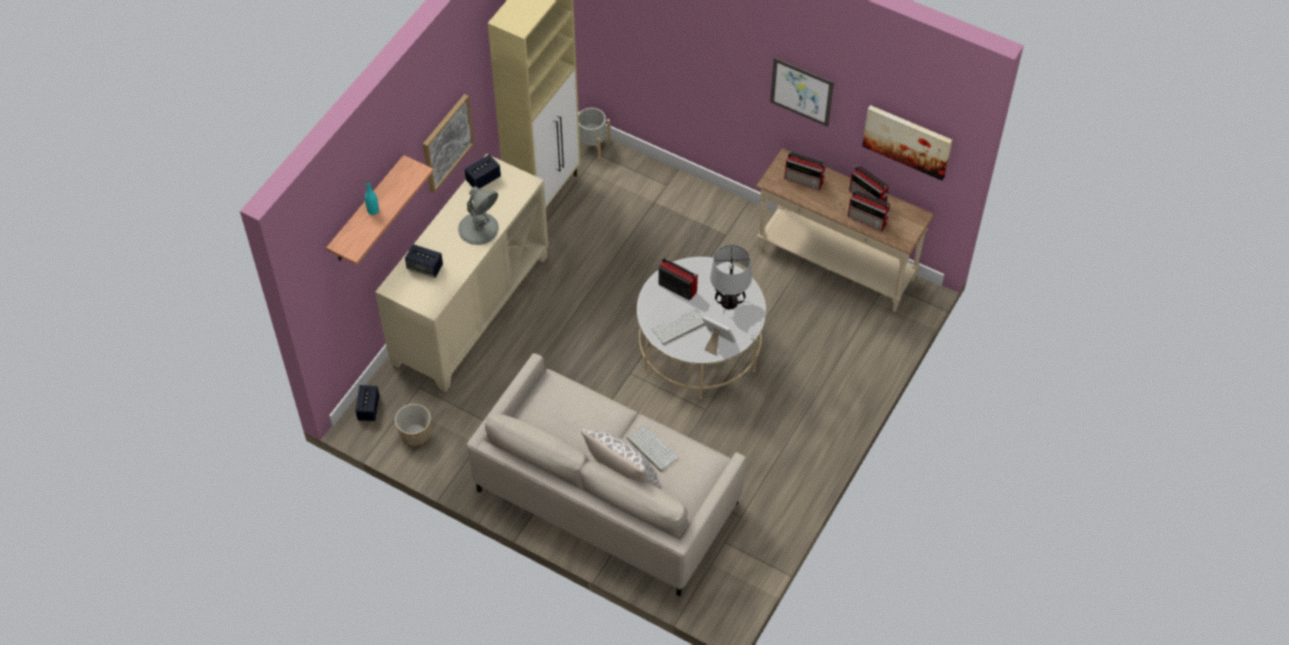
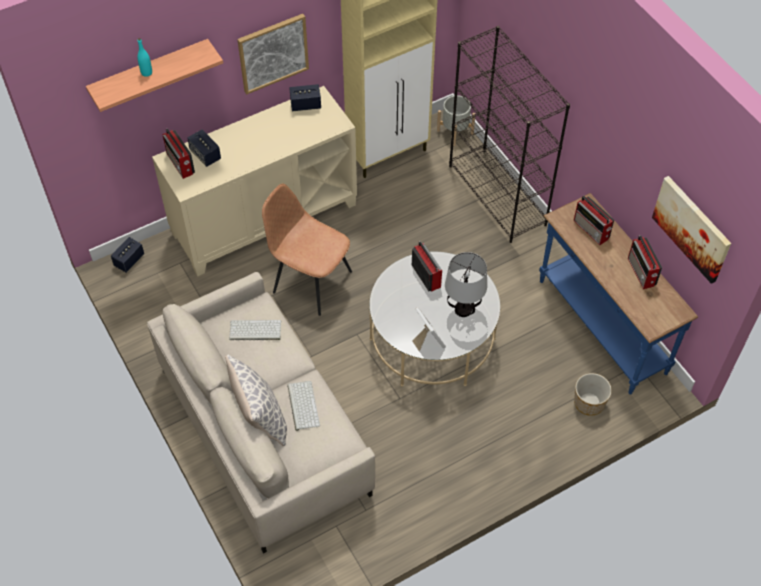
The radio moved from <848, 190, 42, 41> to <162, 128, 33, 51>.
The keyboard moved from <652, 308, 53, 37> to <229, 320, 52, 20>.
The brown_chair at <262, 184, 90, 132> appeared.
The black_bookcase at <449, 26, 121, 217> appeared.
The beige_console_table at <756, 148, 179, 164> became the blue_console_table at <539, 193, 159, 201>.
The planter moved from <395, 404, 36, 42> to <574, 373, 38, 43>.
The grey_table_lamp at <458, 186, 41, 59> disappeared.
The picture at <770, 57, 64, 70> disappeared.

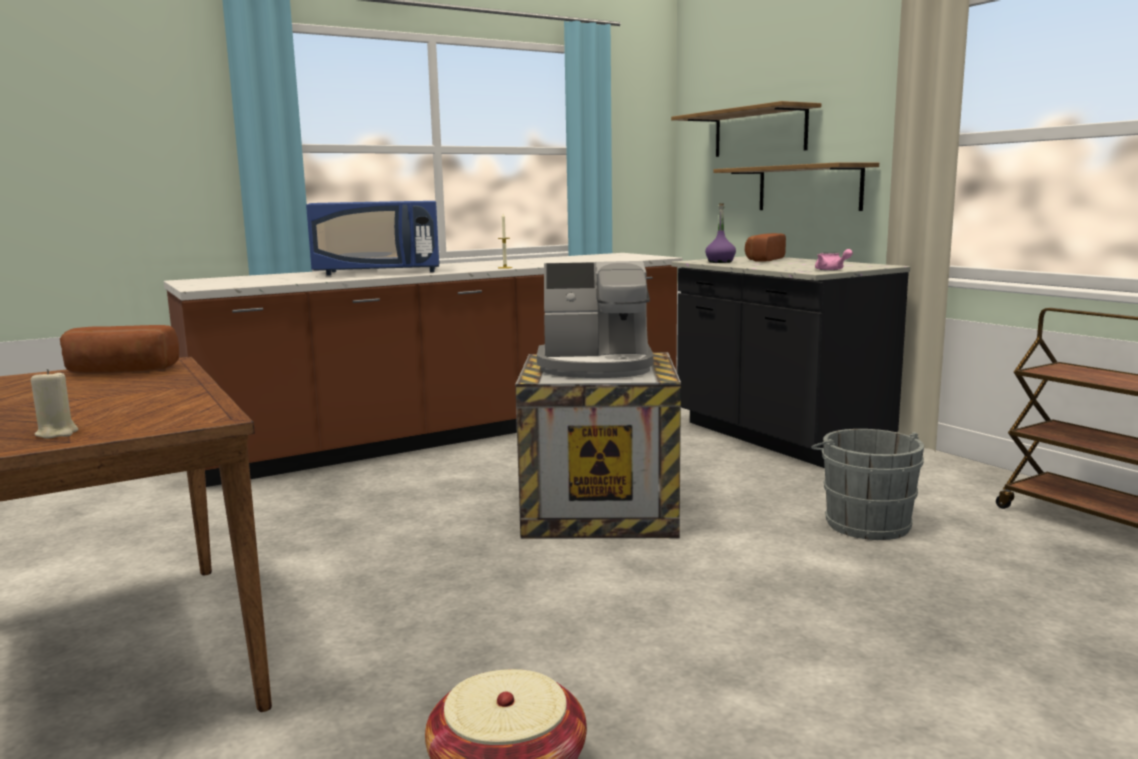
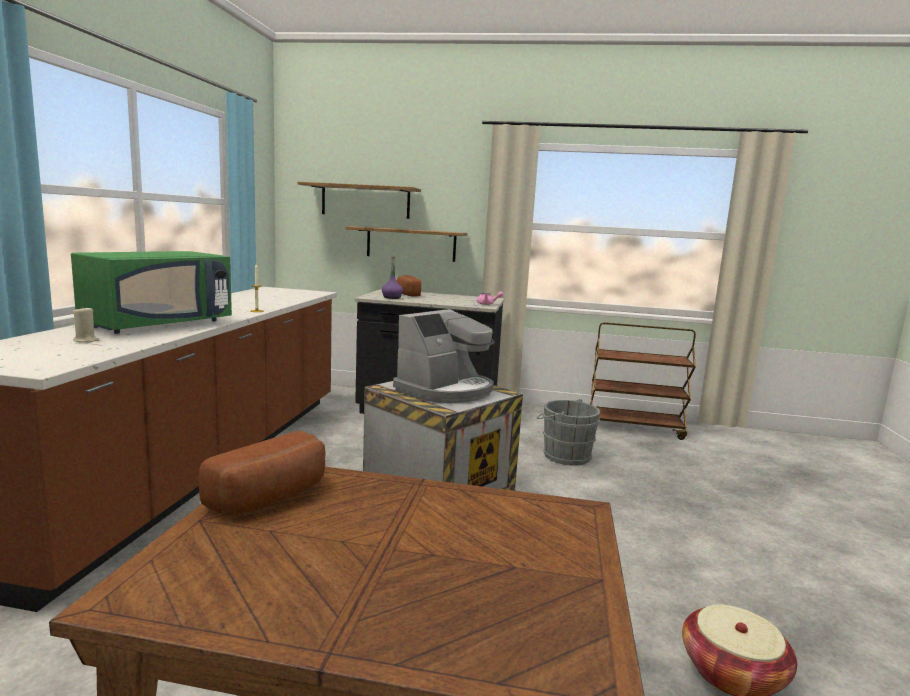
The blue_microwave at <306, 201, 133, 75> became the green_microwave at <71, 251, 161, 83>.
The beige_candle moved from <31, 369, 47, 70> to <73, 306, 26, 36>.

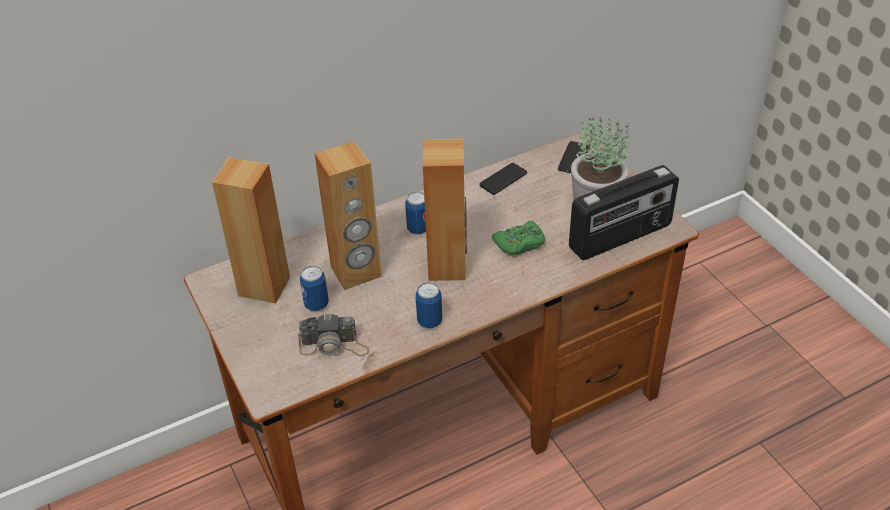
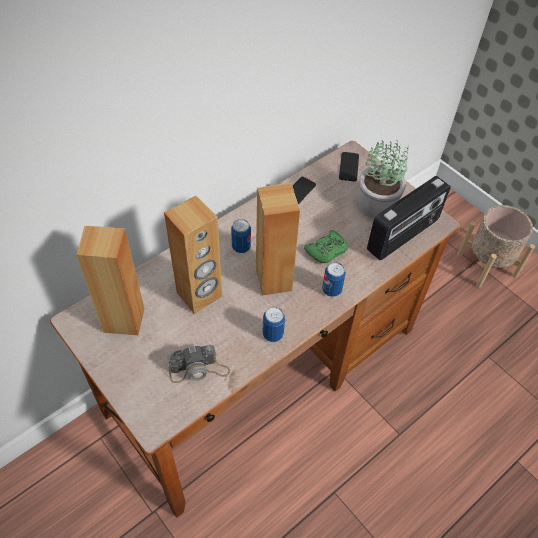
The can moved from <300, 266, 29, 45> to <322, 262, 24, 35>.
The beige_planter at <457, 205, 78, 83> appeared.

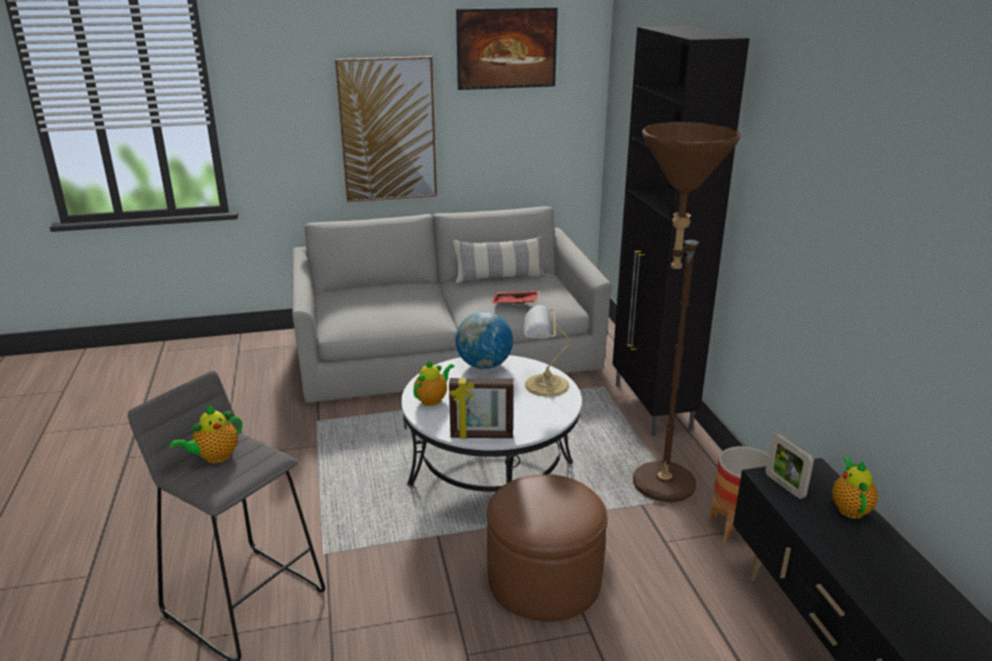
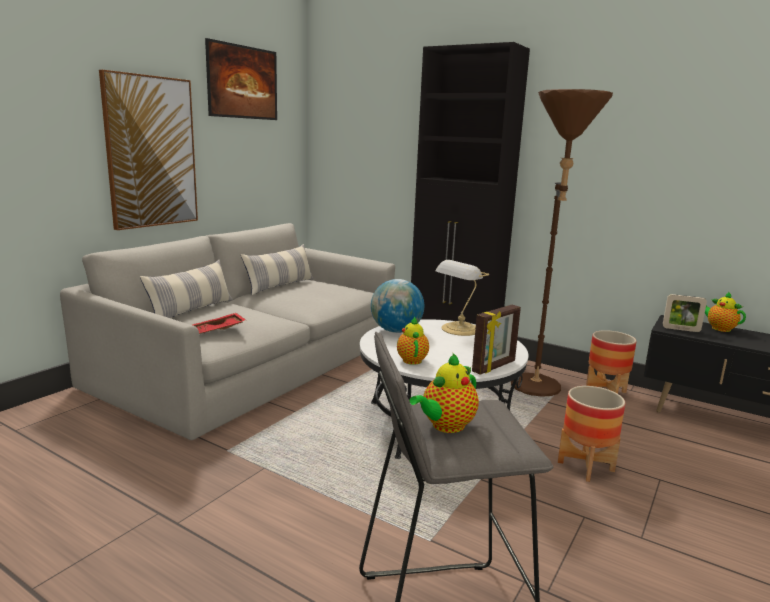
The pillow at <140, 260, 93, 58> appeared.
The red_tray moved from <491, 291, 48, 13> to <192, 313, 54, 21>.
The teapot at <169, 405, 73, 58> turned 45 degrees clockwise.
The brown_ottoman at <487, 474, 120, 148> was replaced by the planter at <558, 386, 67, 96>.

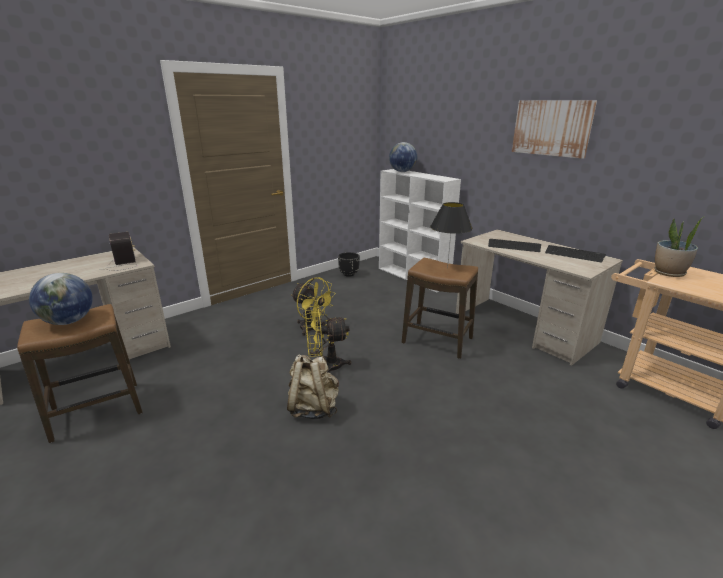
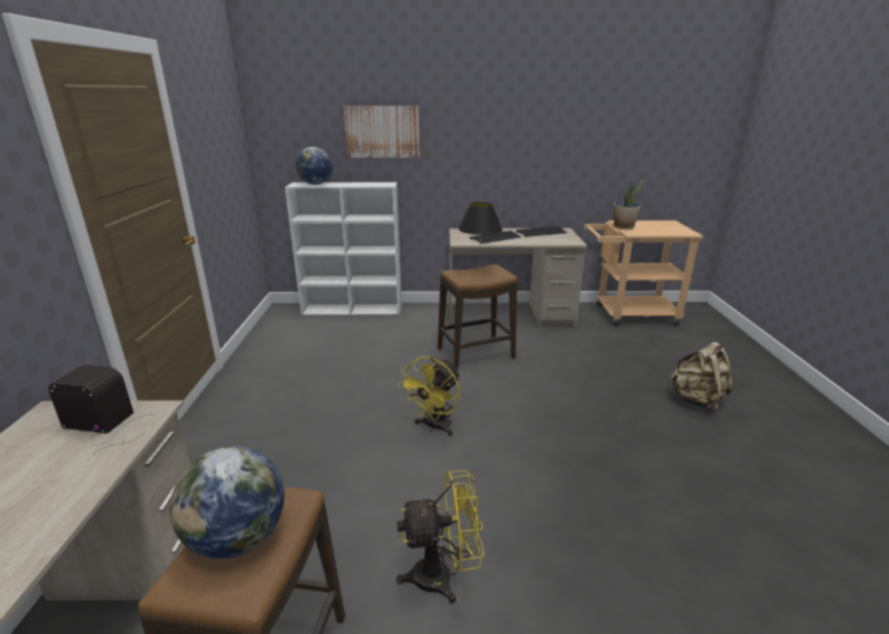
The picture moved from <512, 101, 85, 58> to <344, 106, 76, 52>.
The yellow_fan moved from <291, 277, 45, 59> to <396, 470, 88, 134>.
The beige_backpack moved from <287, 354, 52, 66> to <670, 342, 64, 70>.
The black_planter at <338, 252, 22, 25> disappeared.

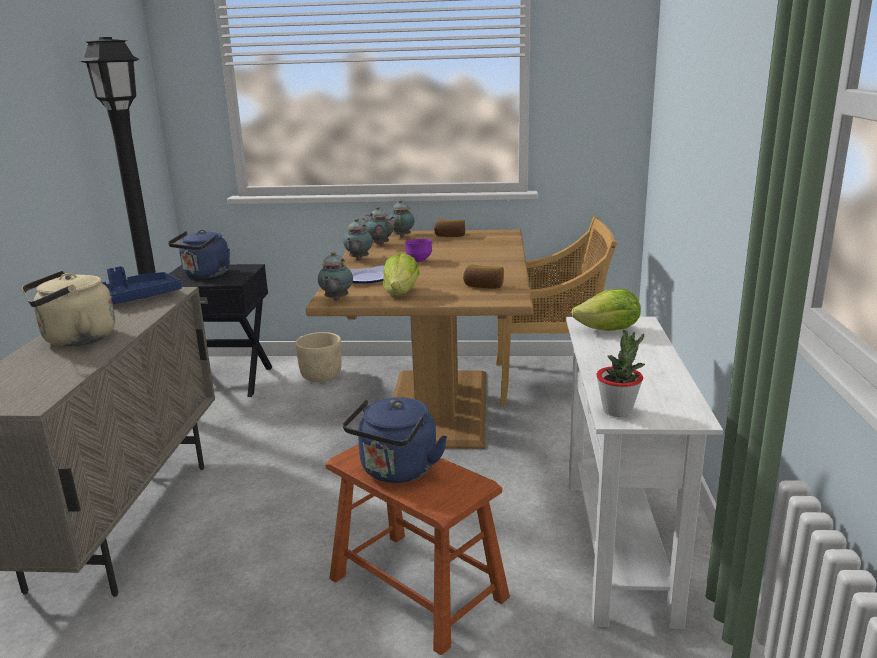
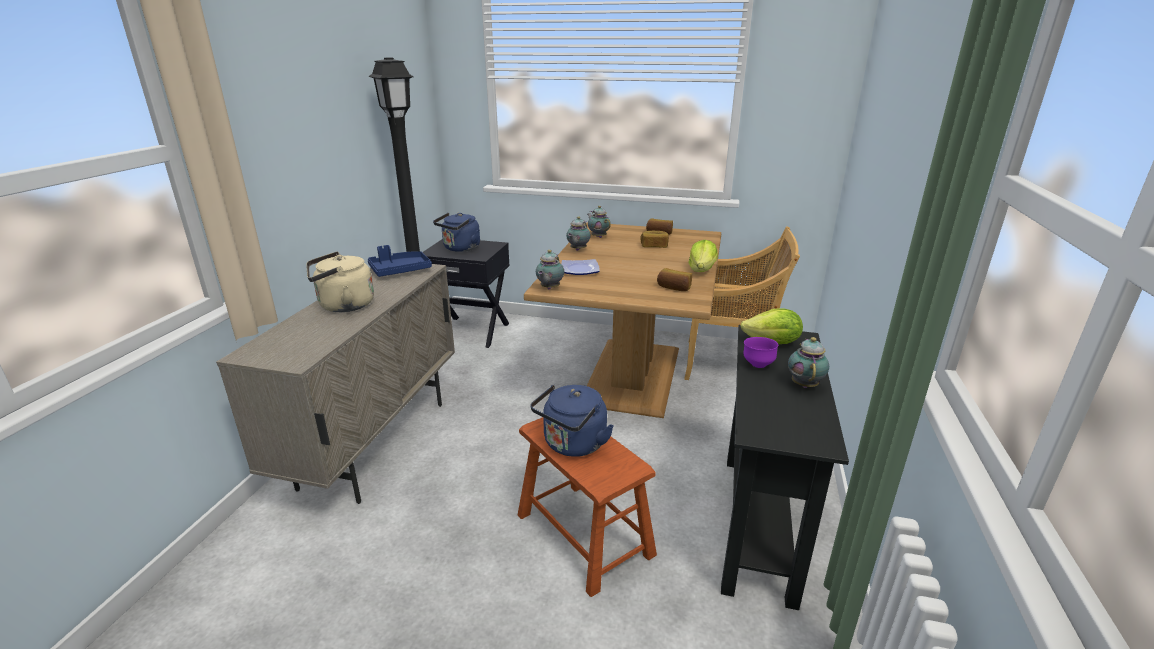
The bread at <640, 231, 29, 17> appeared.
The lettuce moved from <383, 253, 36, 42> to <688, 240, 30, 32>.
The white_console_table at <566, 316, 157, 313> became the black_console_table at <721, 325, 128, 285>.
The purple_bowl moved from <405, 239, 27, 23> to <743, 337, 36, 31>.
The teapot moved from <388, 200, 27, 38> to <788, 337, 41, 51>.
The beige_planter at <295, 332, 47, 50> disappeared.
The potted_plant at <596, 330, 49, 87> disappeared.

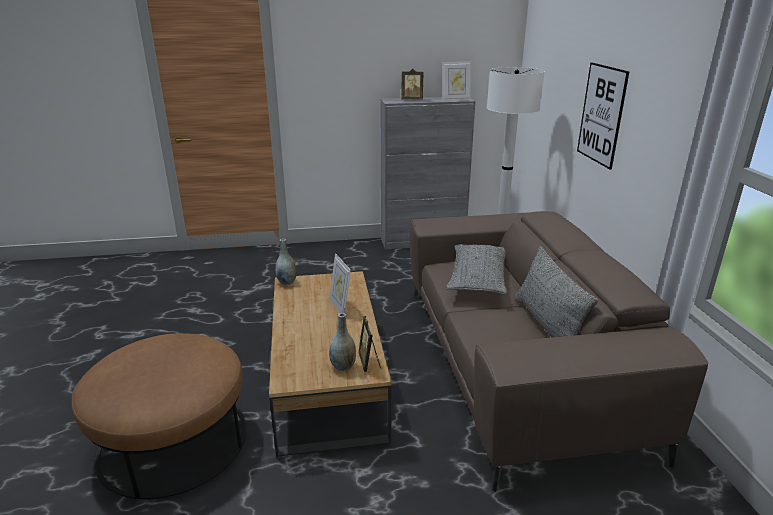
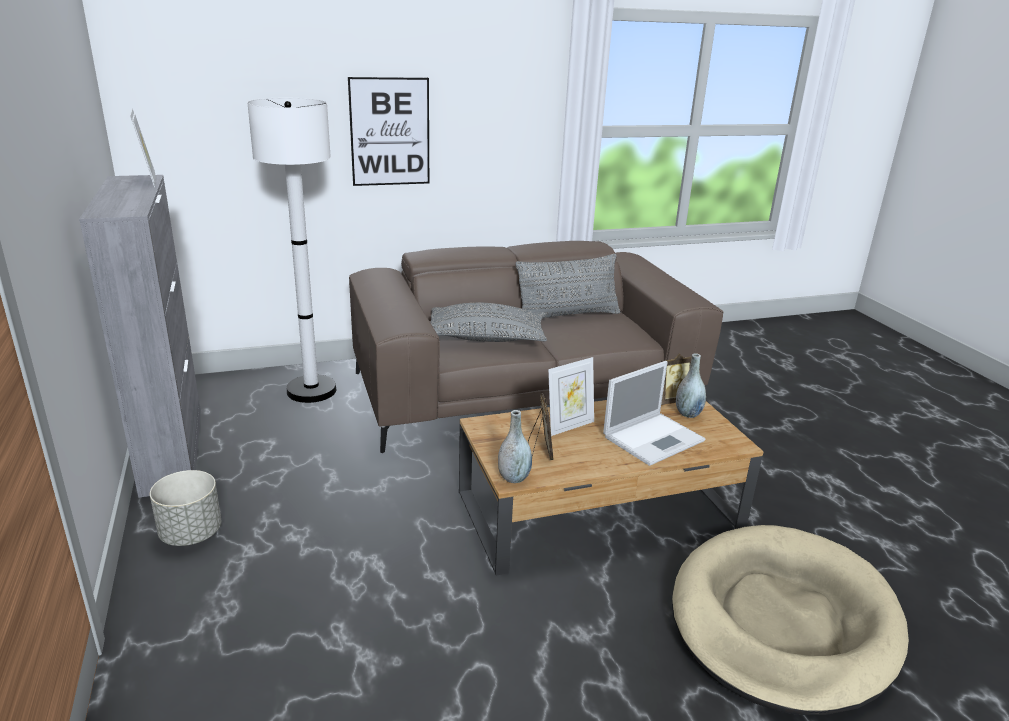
The grey_planter at <150, 470, 71, 76> appeared.
The picture_frame moved from <401, 68, 22, 32> to <528, 393, 26, 67>.
The laptop at <603, 361, 102, 105> appeared.
The brown_ottoman at <71, 333, 175, 166> was replaced by the beige_dog_bed at <672, 525, 237, 190>.

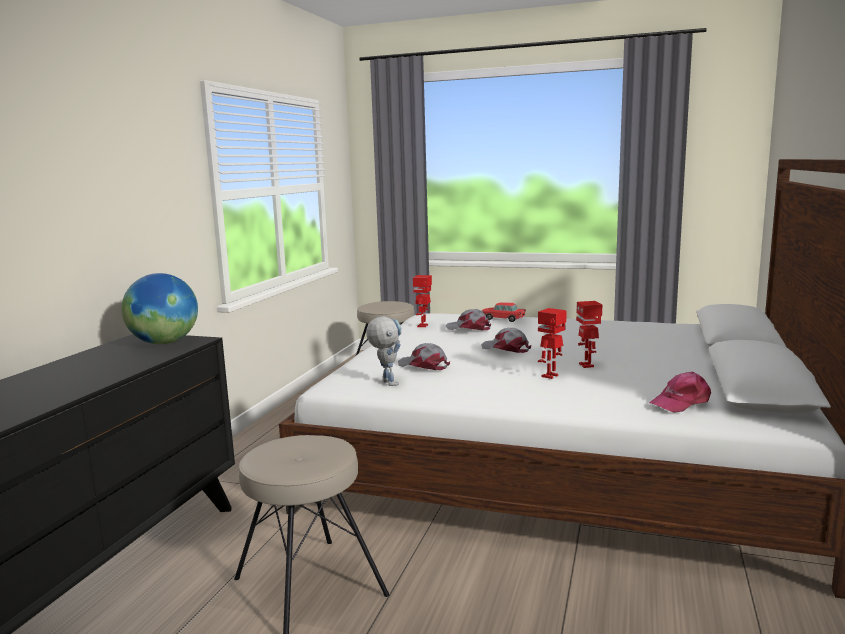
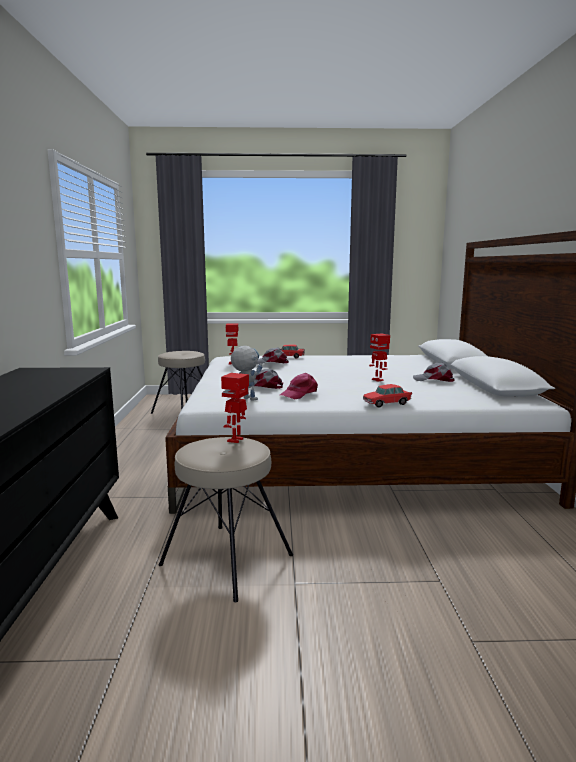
The toy_robot moved from <538, 308, 29, 71> to <221, 373, 28, 70>.
The pink_cap moved from <649, 372, 62, 41> to <280, 373, 38, 26>.
The toy_car at <363, 384, 49, 24> appeared.
The grey_cap moved from <481, 328, 50, 25> to <413, 363, 42, 19>.
The globe at <122, 273, 76, 71> disappeared.

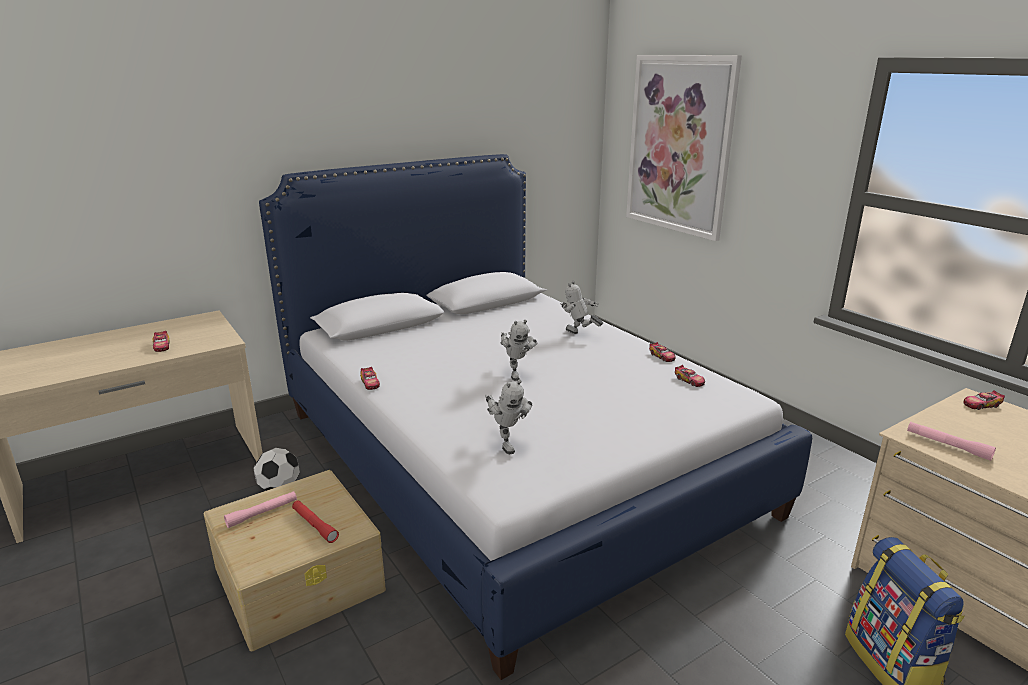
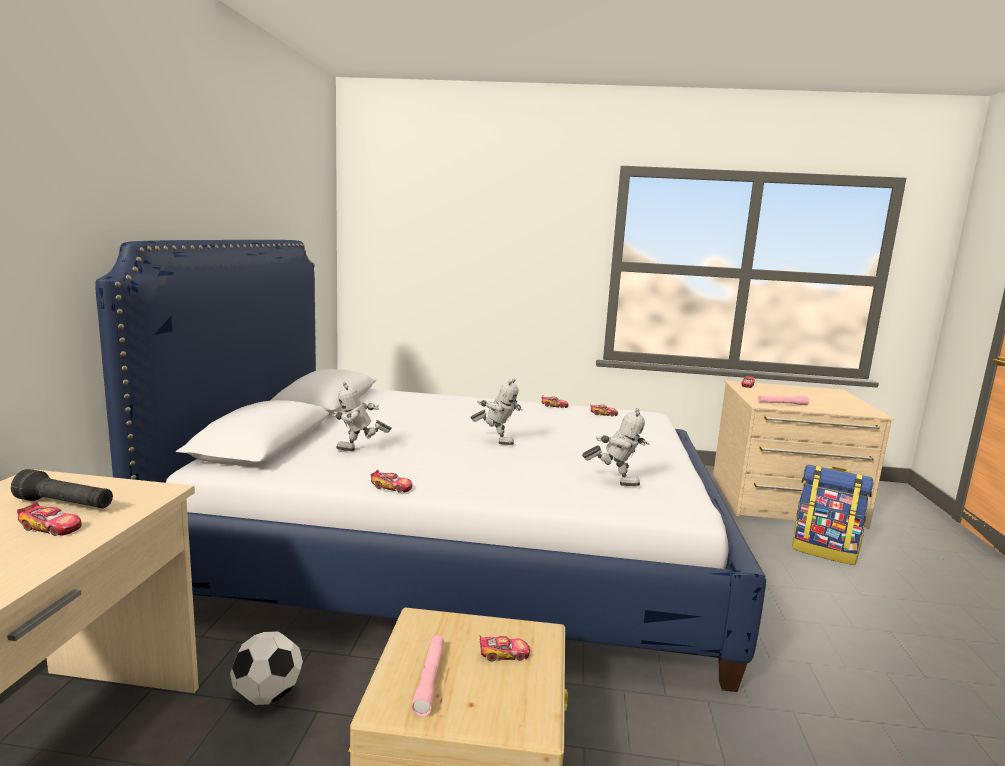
The black_flashlight at <11, 469, 102, 39> appeared.
The toy_robot moved from <561, 281, 42, 53> to <332, 382, 60, 69>.
The red_flashlight at <292, 501, 47, 42> was replaced by the toy_car at <480, 636, 50, 26>.
The picture at <626, 55, 116, 186> disappeared.

